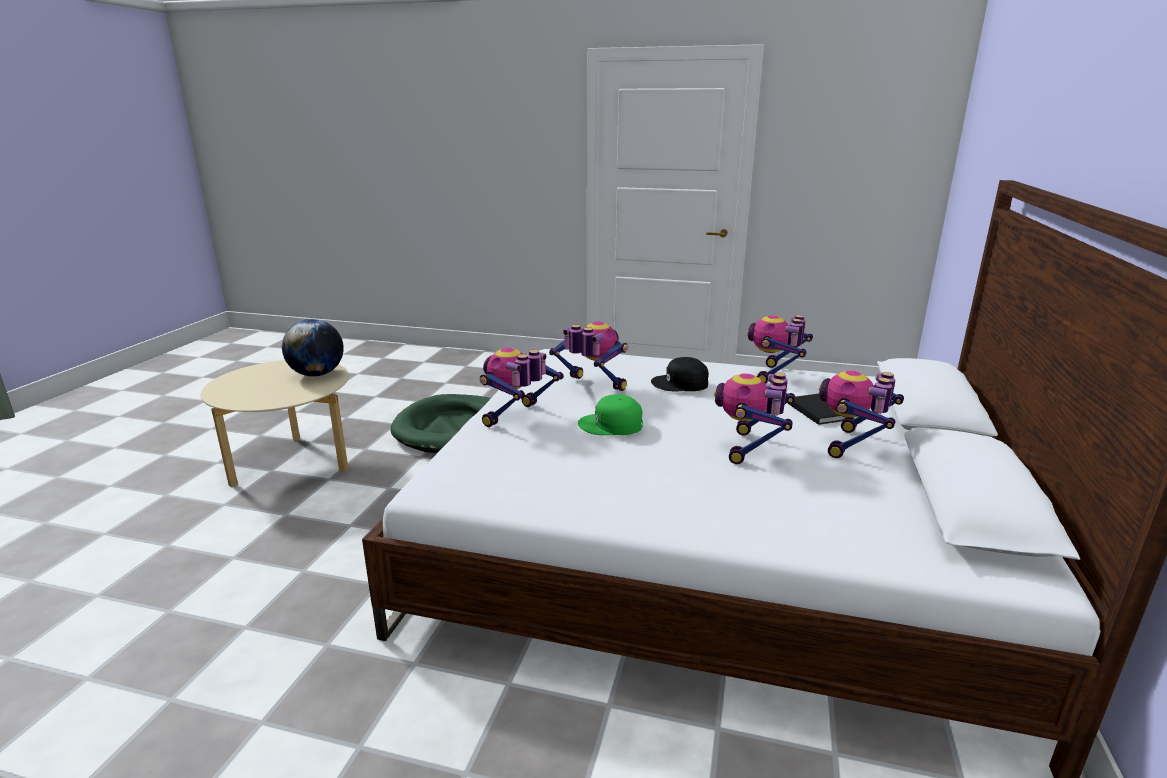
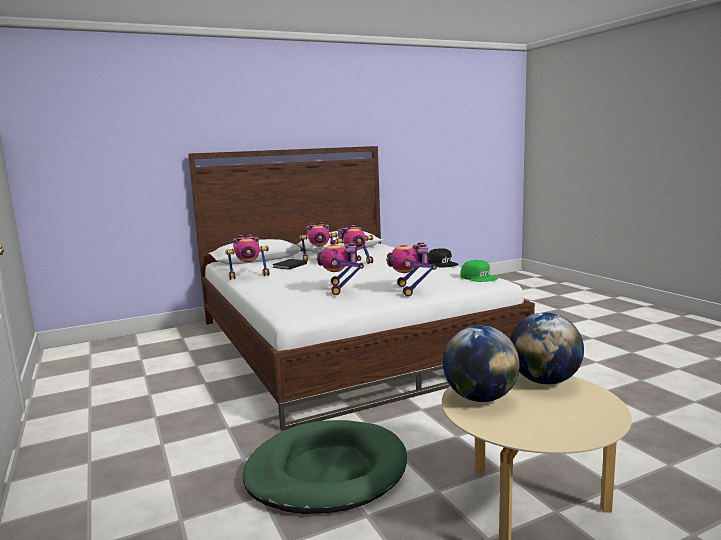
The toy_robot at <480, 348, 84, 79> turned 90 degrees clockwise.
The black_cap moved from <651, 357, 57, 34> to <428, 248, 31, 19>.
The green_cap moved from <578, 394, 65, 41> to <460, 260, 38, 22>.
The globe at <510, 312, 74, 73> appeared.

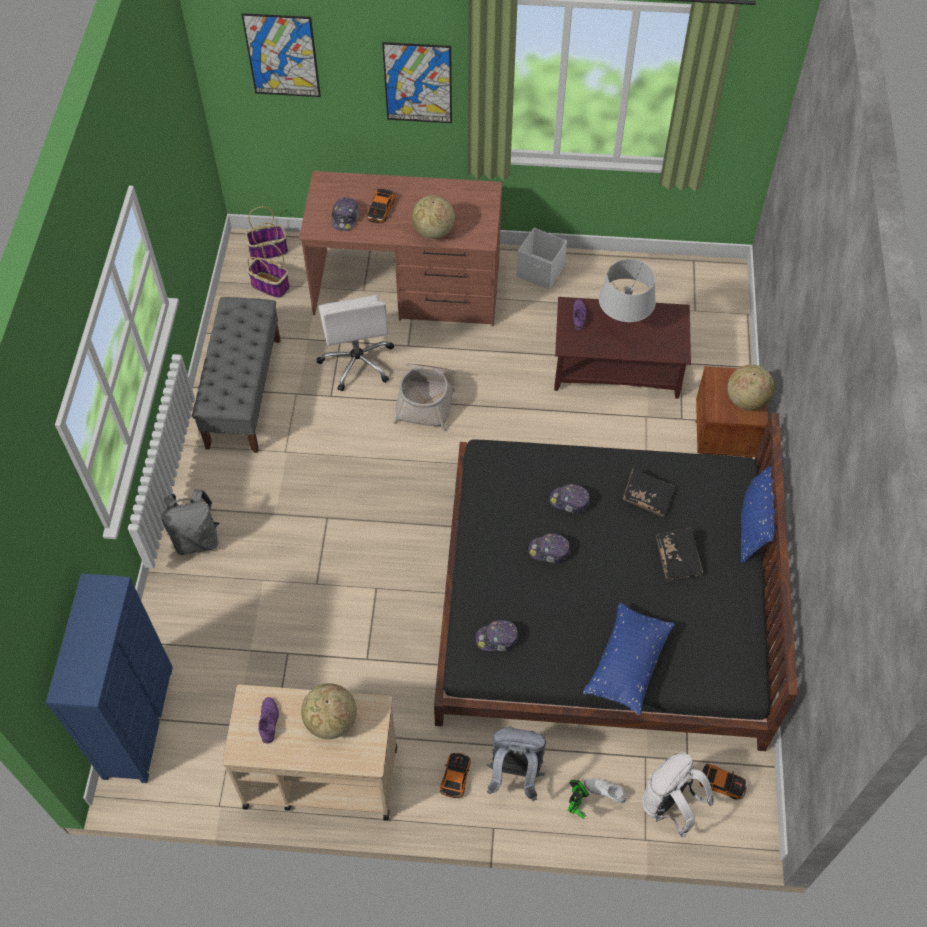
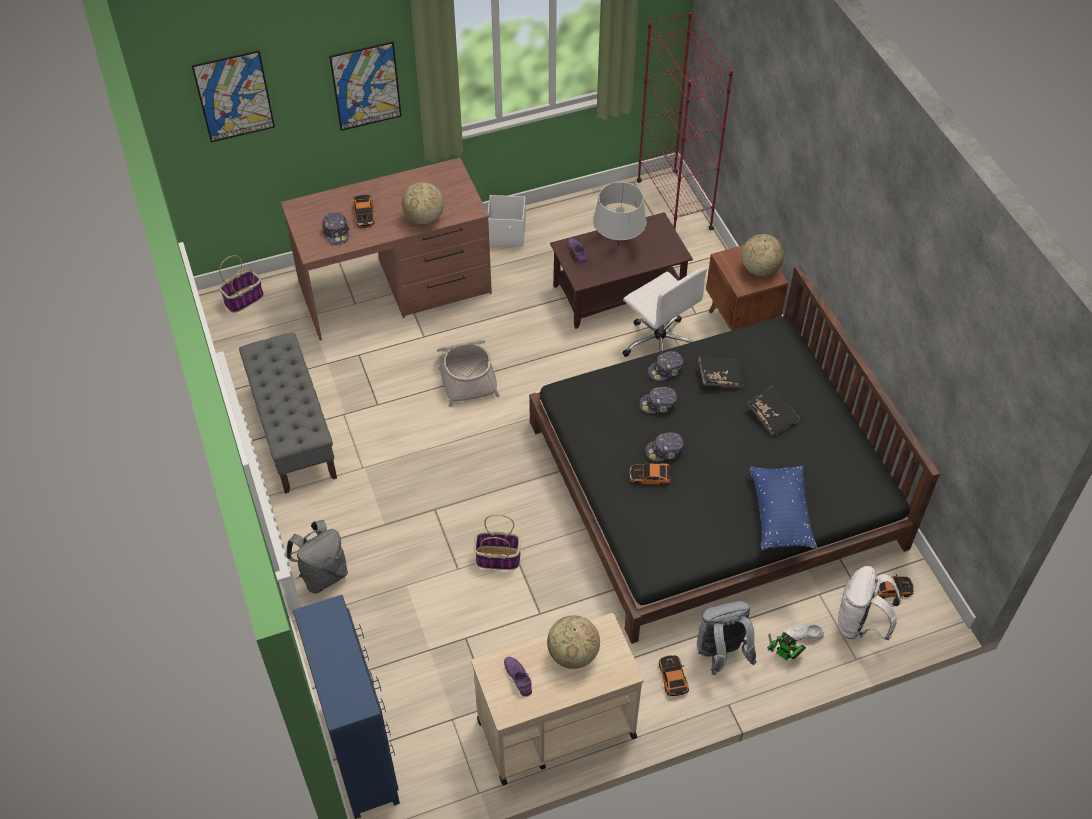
The basket moved from <247, 242, 43, 56> to <474, 514, 47, 56>.
The white_office_chair moved from <317, 295, 77, 96> to <622, 268, 85, 89>.
The toy_car at <629, 462, 43, 24> appeared.
The red_bookcase at <637, 12, 96, 219> appeared.
The cap moved from <476, 620, 43, 31> to <648, 351, 35, 30>.
The toy_robot at <568, 780, 21, 39> turned 120 degrees clockwise.
The blue_pillow at <741, 455, 43, 108> disappeared.

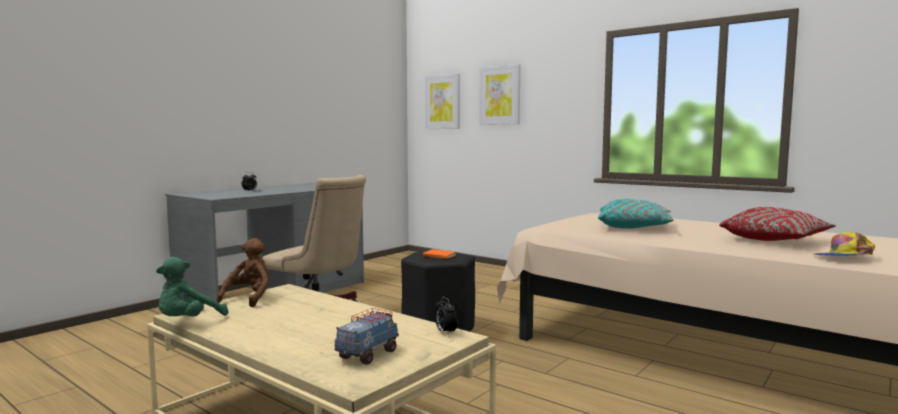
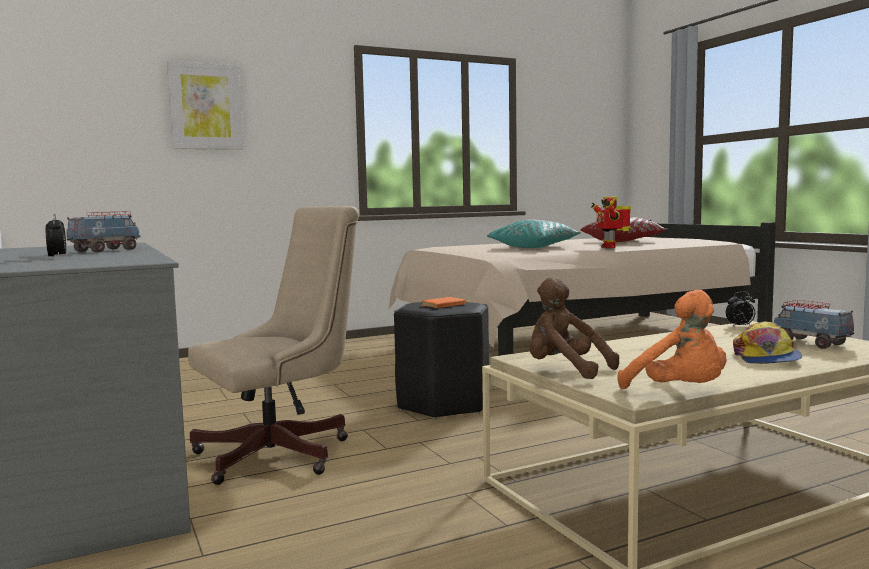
The toy_truck at <67, 211, 74, 42> appeared.
The toy_robot at <591, 197, 40, 51> appeared.
The green_plush_toy at <156, 257, 72, 59> became the orange_plush_toy at <617, 290, 110, 99>.
The cap moved from <814, 232, 61, 24> to <733, 322, 69, 42>.
The picture at <424, 73, 36, 56> disappeared.

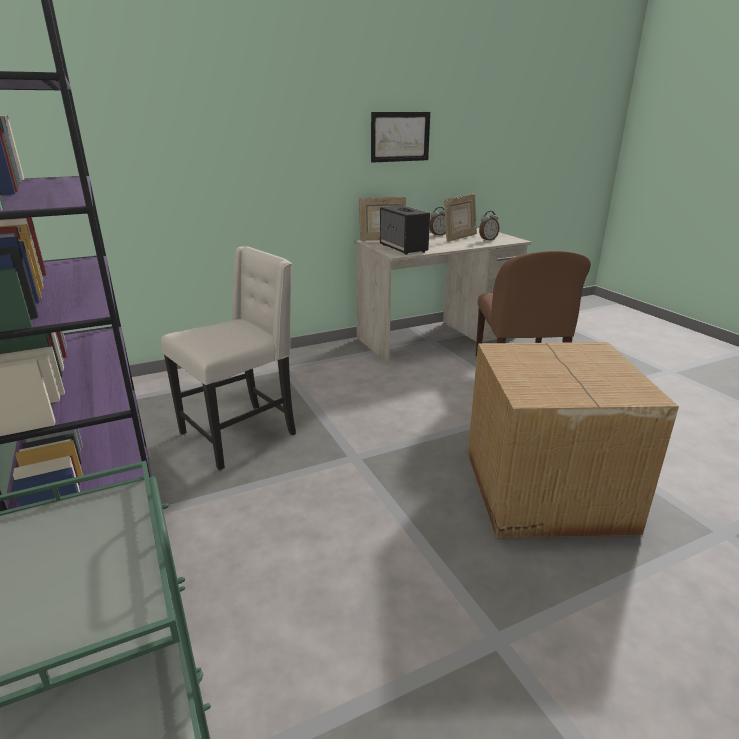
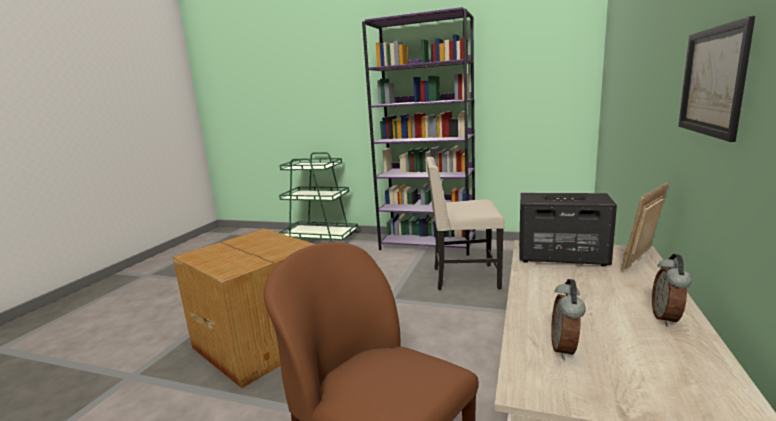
The beige_chair at <161, 246, 135, 224> turned 90 degrees clockwise.
The picture_frame at <444, 193, 33, 49> disappeared.

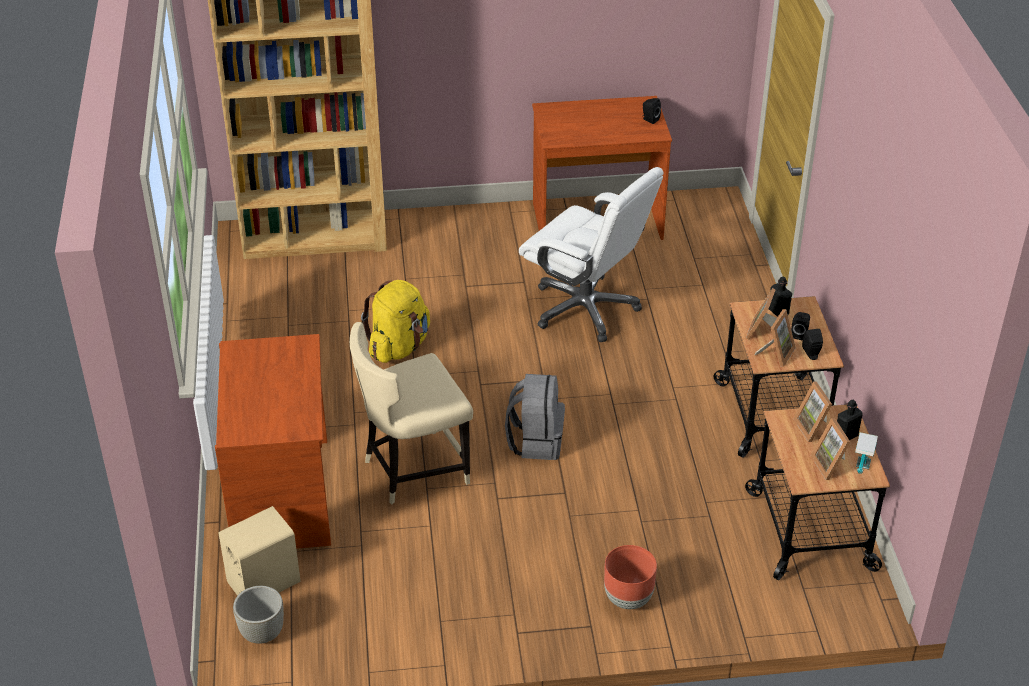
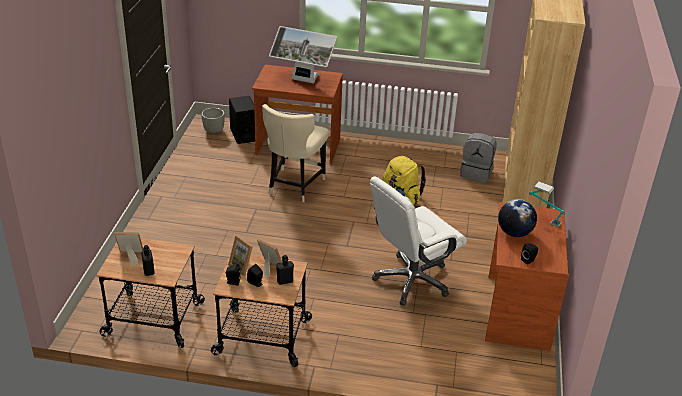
The beige_speaker at <218, 506, 82, 90> became the black_speaker at <229, 96, 26, 48>.
The beige_chair at <350, 322, 123, 182> turned 150 degrees counterclockwise.
The monitor at <269, 26, 68, 58> appeared.
The grey_backpack moved from <505, 374, 60, 86> to <460, 133, 37, 50>.
The globe at <498, 199, 39, 38> appeared.
The table_lamp moved from <855, 432, 23, 42> to <529, 182, 36, 45>.
The brown_planter at <604, 545, 53, 64> disappeared.
The picture_frame at <794, 381, 38, 61> disappeared.

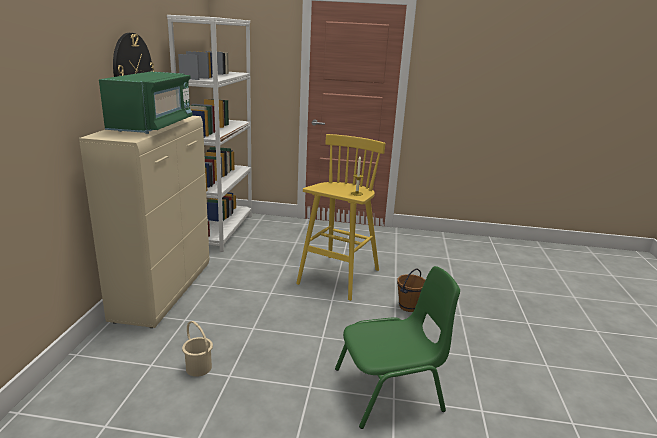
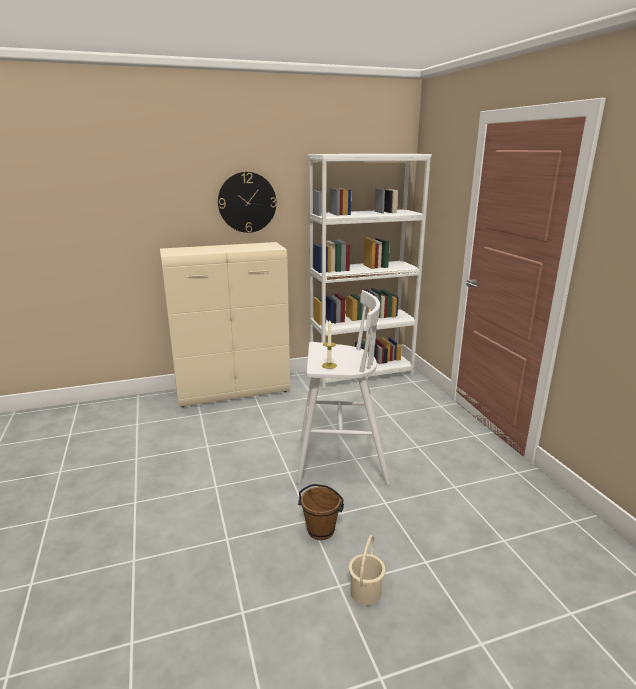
The yellow_stool at <296, 134, 89, 167> became the white_stool at <296, 290, 94, 195>.
The beige_bucket moved from <182, 321, 31, 56> to <349, 535, 36, 71>.
The green_microwave at <99, 71, 94, 63> disappeared.
The green_chair at <335, 266, 125, 163> disappeared.

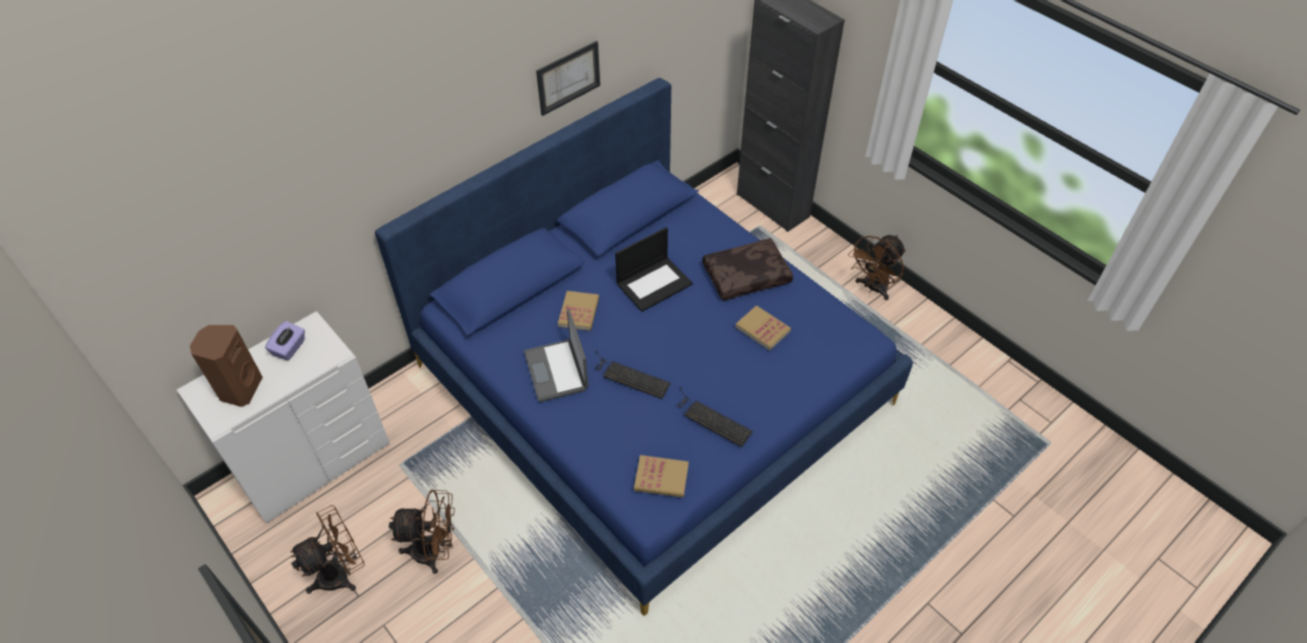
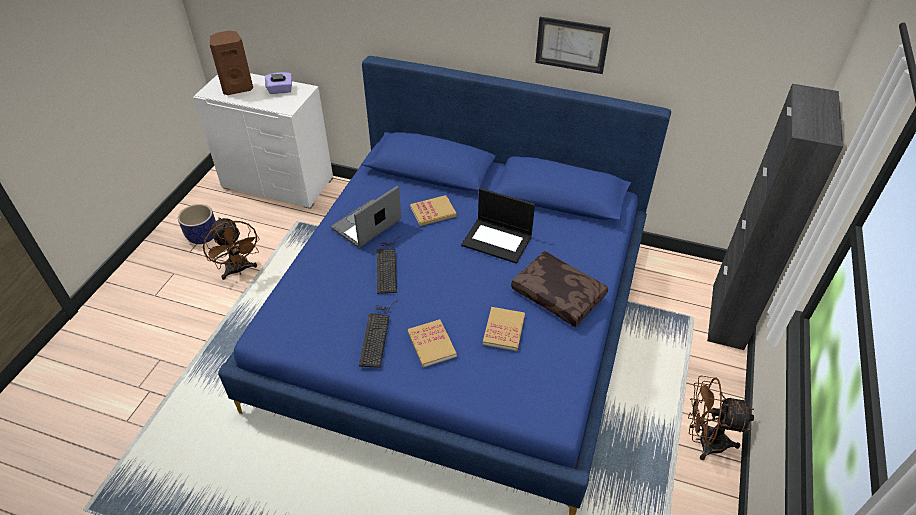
The brown_fan at <291, 505, 74, 89> was replaced by the planter at <178, 204, 38, 40>.
The book moved from <634, 455, 55, 43> to <408, 319, 49, 48>.

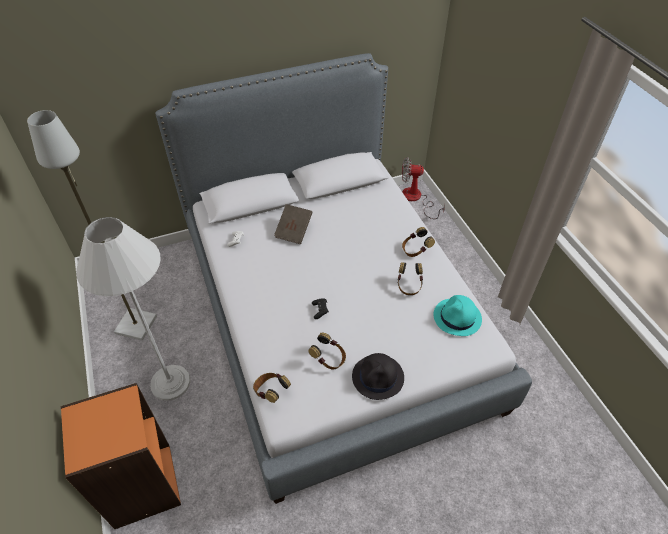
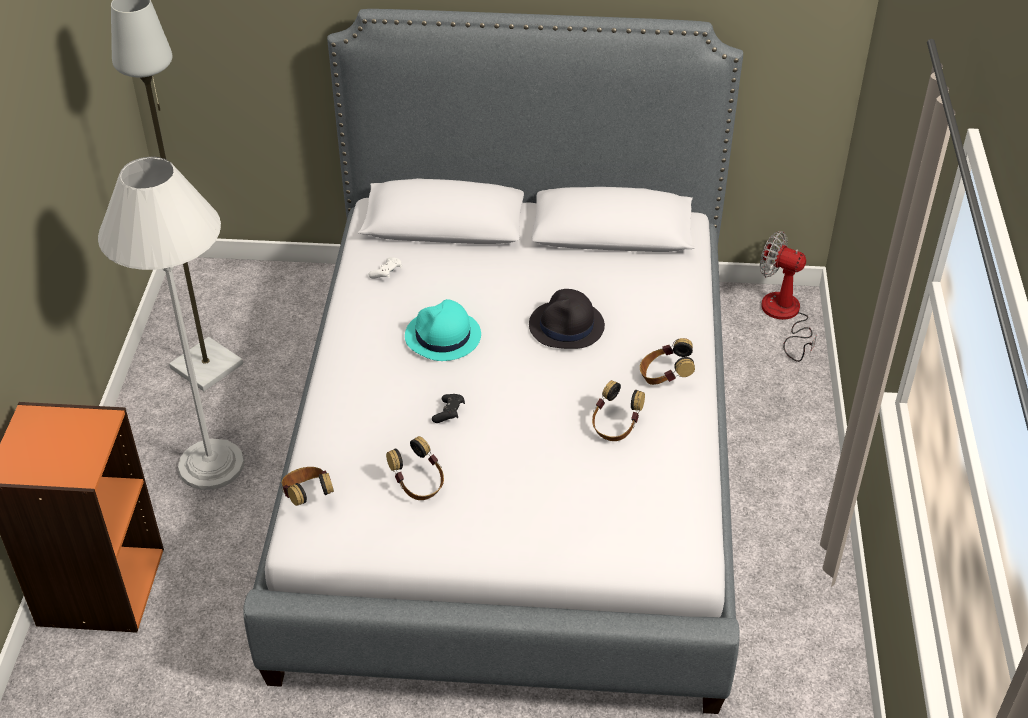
The turquoise_hat moved from <434, 295, 48, 41> to <405, 299, 76, 62>.
The black_hat moved from <352, 353, 52, 47> to <529, 289, 76, 60>.
The brown_book at <274, 204, 39, 40> disappeared.

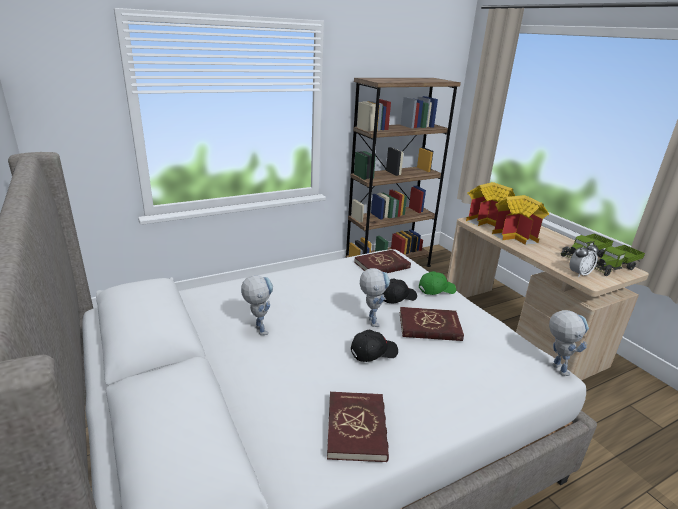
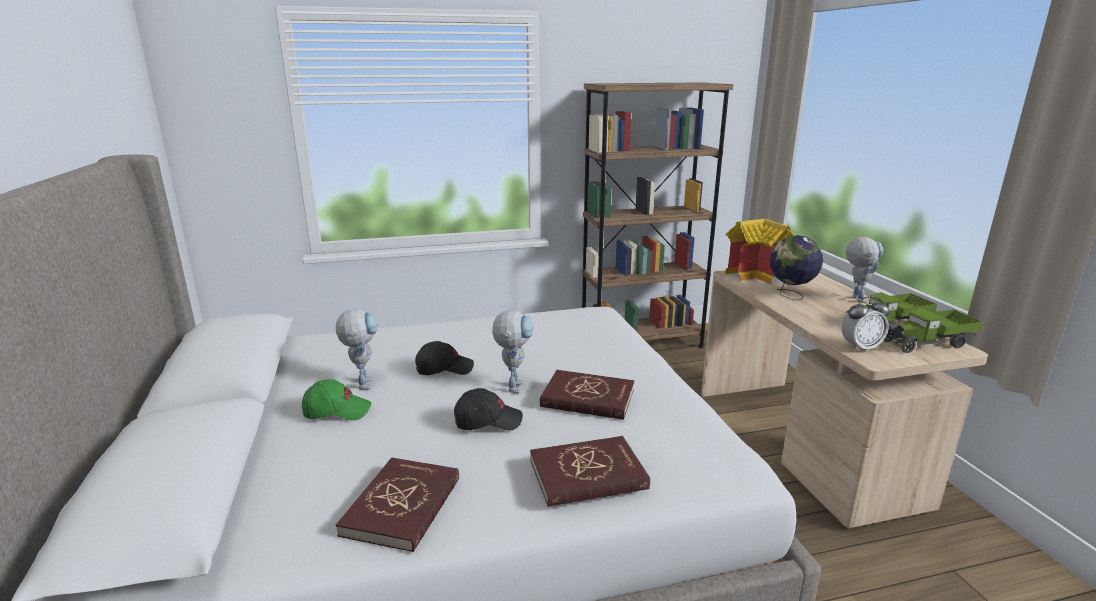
The green_cap moved from <419, 271, 37, 24> to <302, 379, 69, 42>.
The black_cap moved from <382, 279, 35, 24> to <415, 341, 59, 34>.
The red_book moved from <354, 250, 57, 23> to <530, 436, 120, 71>.
The toy_house at <492, 195, 57, 50> was replaced by the globe at <770, 235, 53, 66>.
The toy_robot moved from <549, 310, 40, 66> to <846, 237, 38, 66>.

